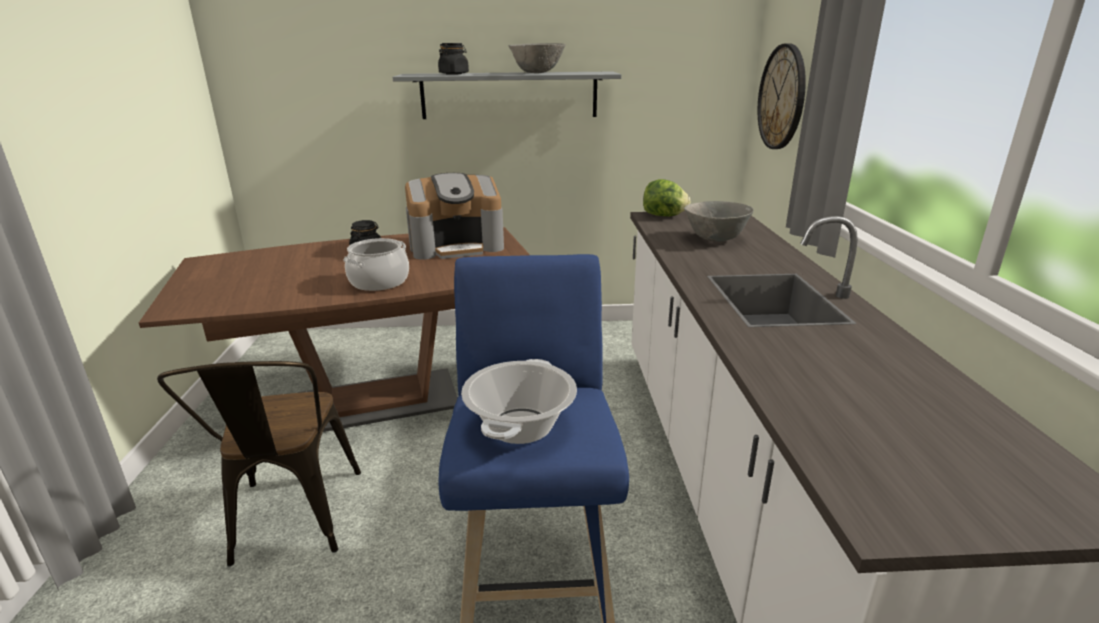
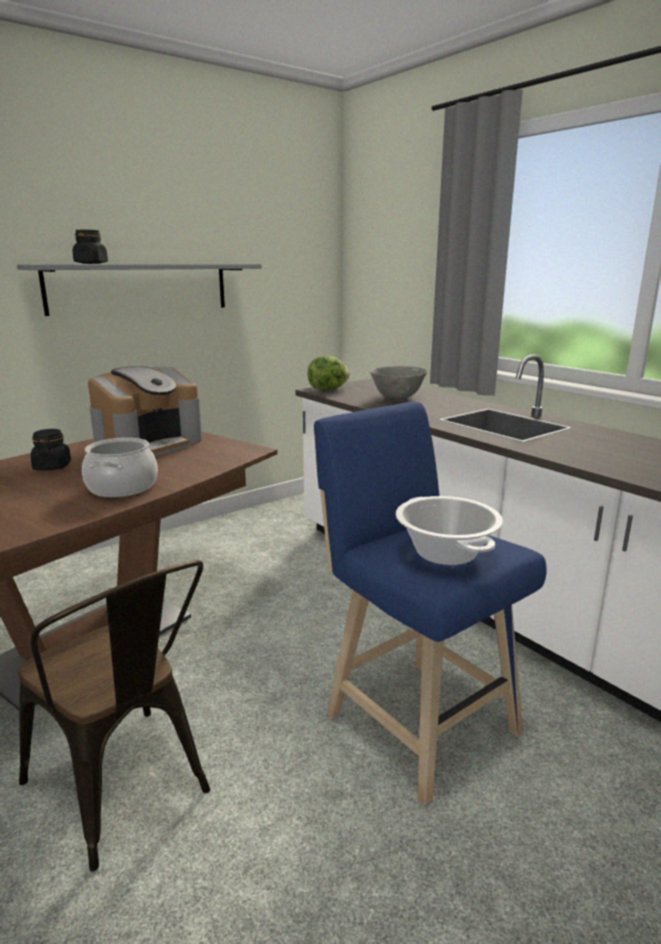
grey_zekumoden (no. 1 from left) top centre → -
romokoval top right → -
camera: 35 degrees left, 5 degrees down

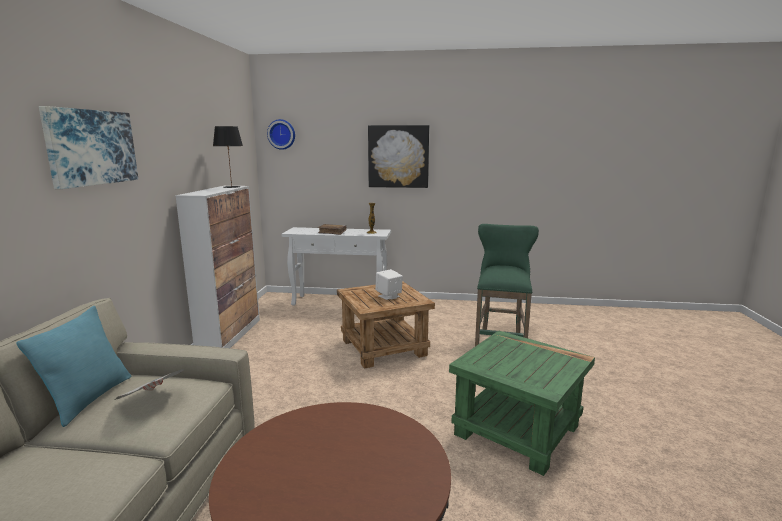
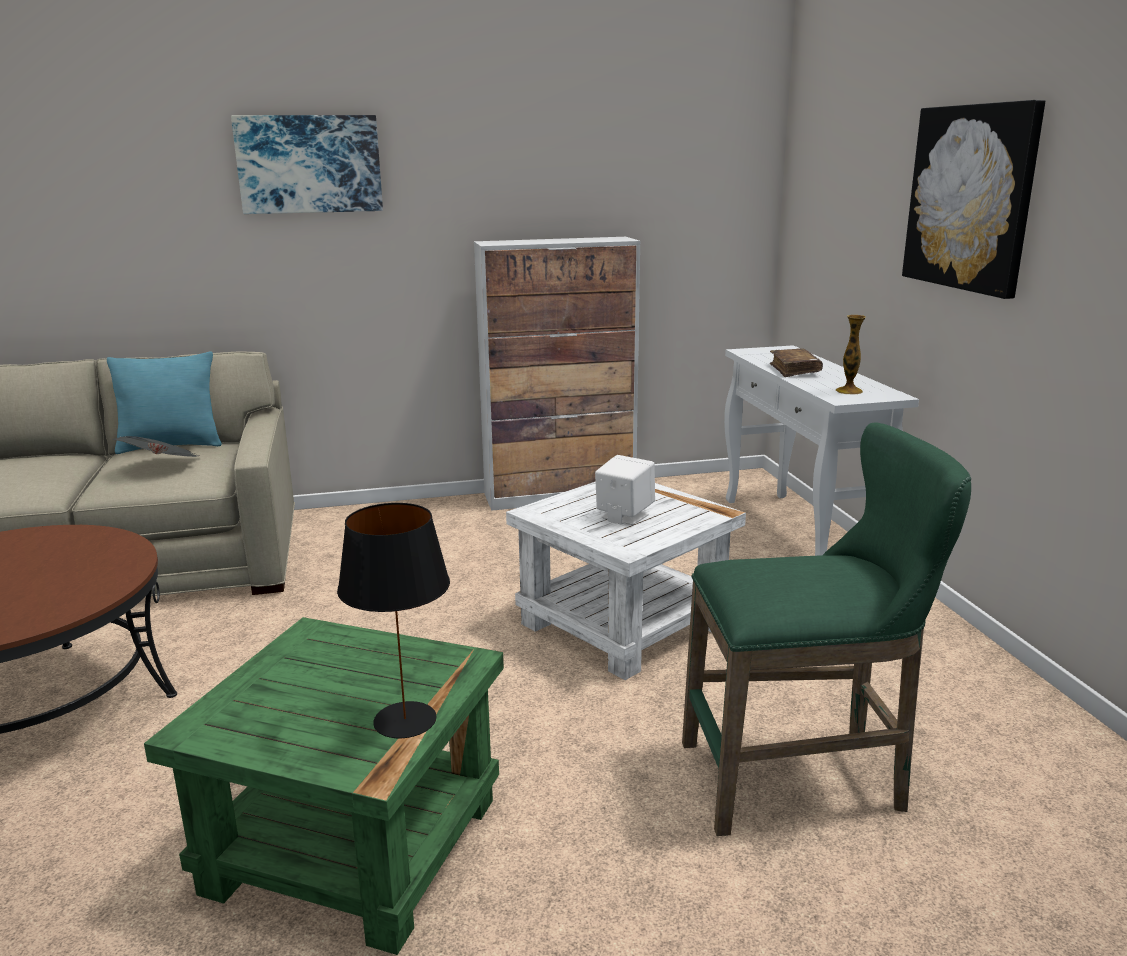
romokoval top centre → -
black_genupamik top left → black_genupamik centre, shifted
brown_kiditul centre → white_kiditul centre
camera: 70 degrees right, 5 degrees up

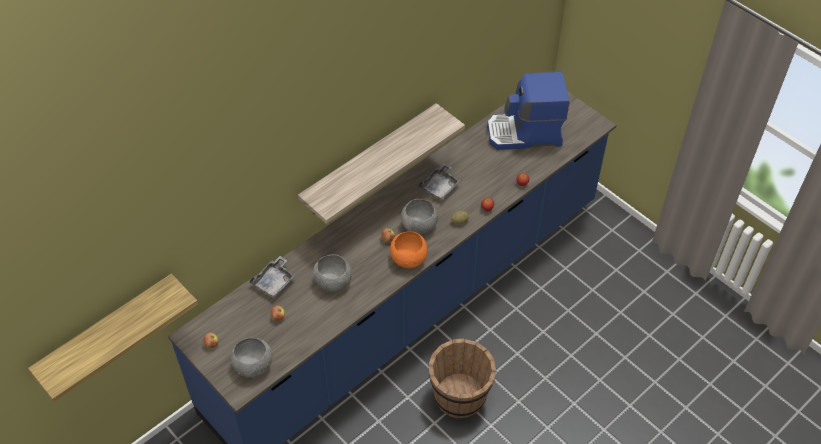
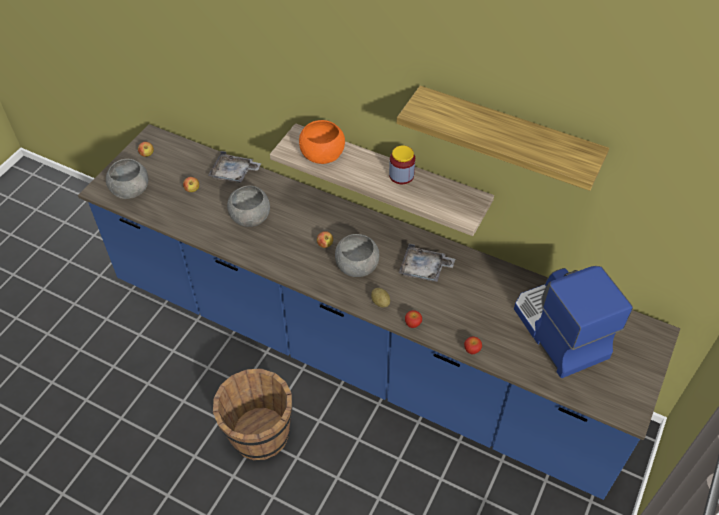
- → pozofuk top centre
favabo (no. 1 from left in the first image) bottom left → favabo (no. 2 from left) top right, shifted
orange_zekumoden centre → orange_zekumoden top centre, shifted
camera: 70 degrees right, 0 degrees up

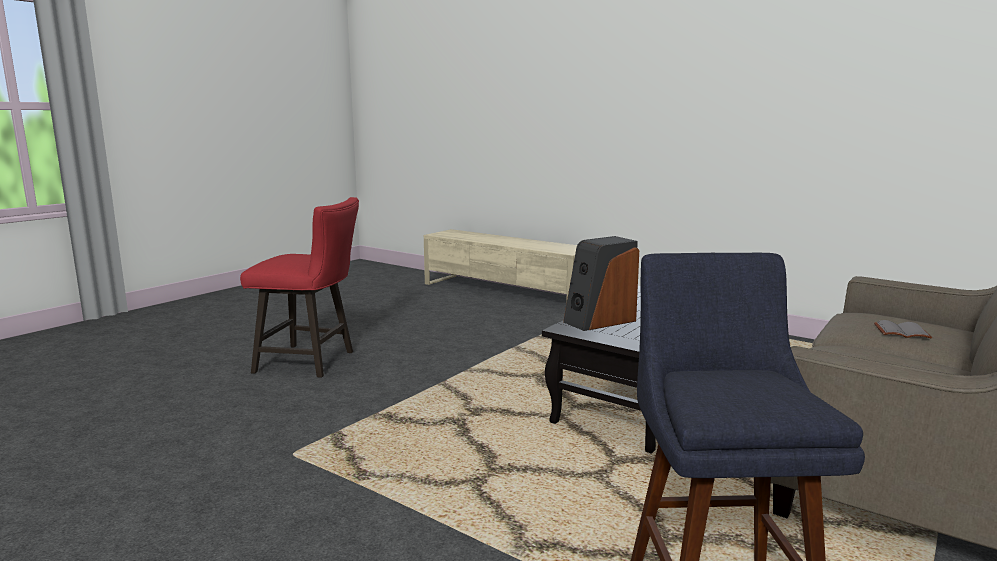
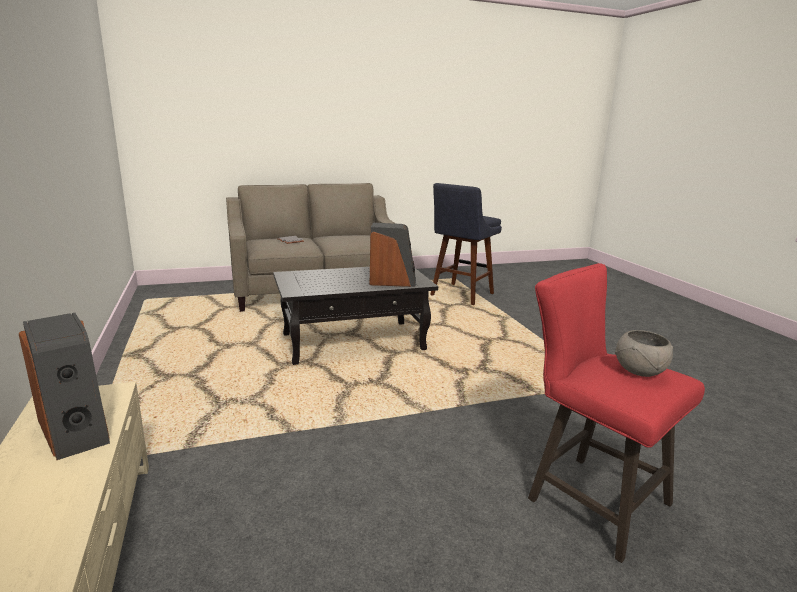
- → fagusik (no. 1 from left) middle left
- → grey_zekumoden middle right
camera: 145 degrees left, 5 degrees up

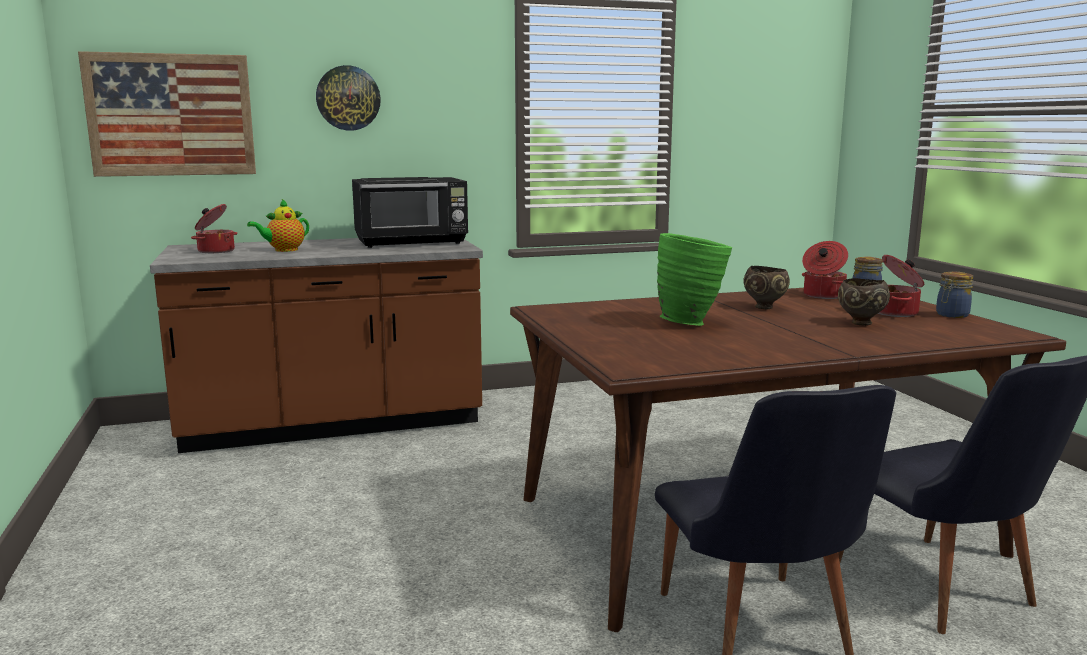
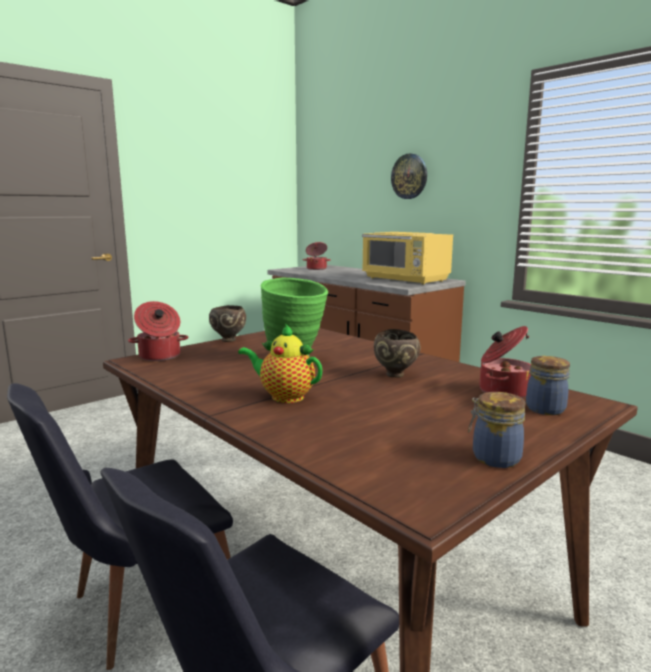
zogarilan top left → -
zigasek middle left → zigasek centre, shifted
brown_zekumoden (no. 2 from left in the first image) middle right → brown_zekumoden (no. 1 from left) centre, shifted
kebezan (no. 3 from left in the first image) middle right → kebezan (no. 1 from left) middle left, shifted
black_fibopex top centre → yellow_fibopex centre
camera: 65 degrees right, 0 degrees up

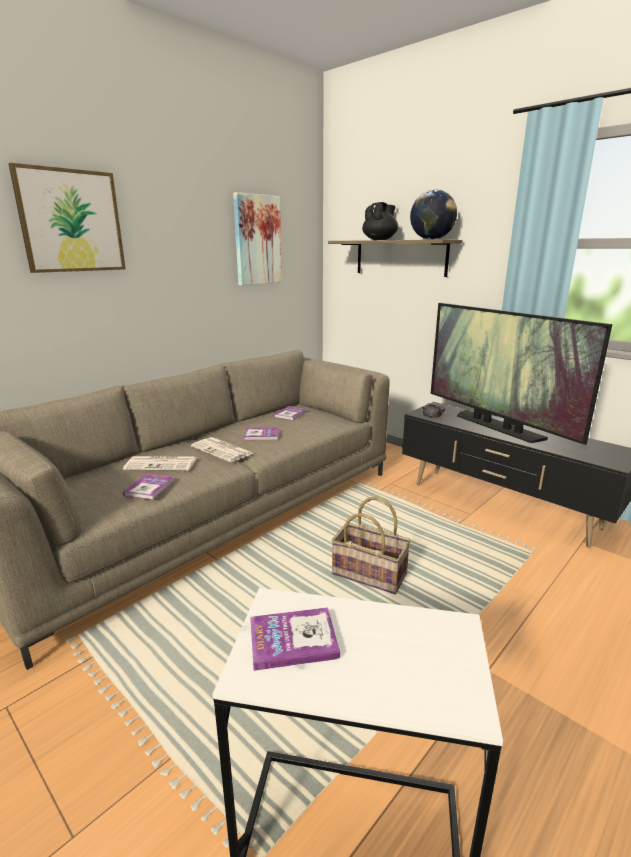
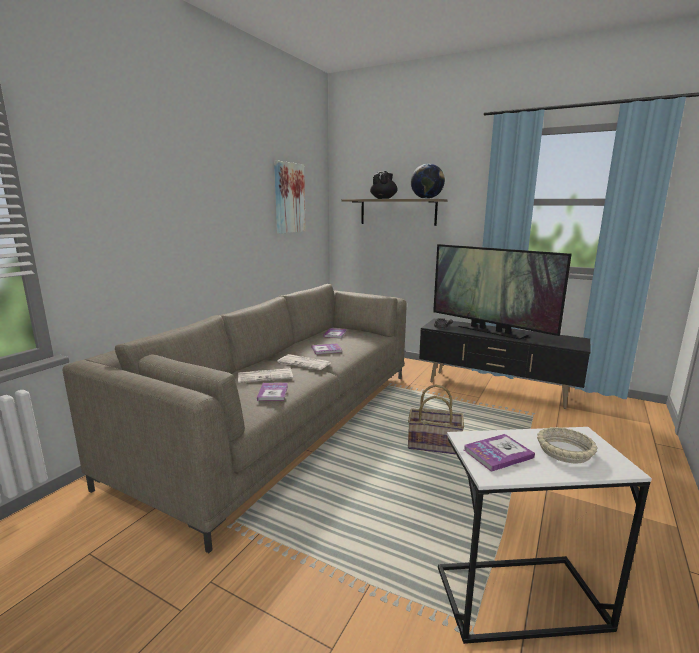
zogarilan (no. 1 from left) top left → -
- → beige_zekumoden bottom right
camera: 15 degrees left, 5 degrees down

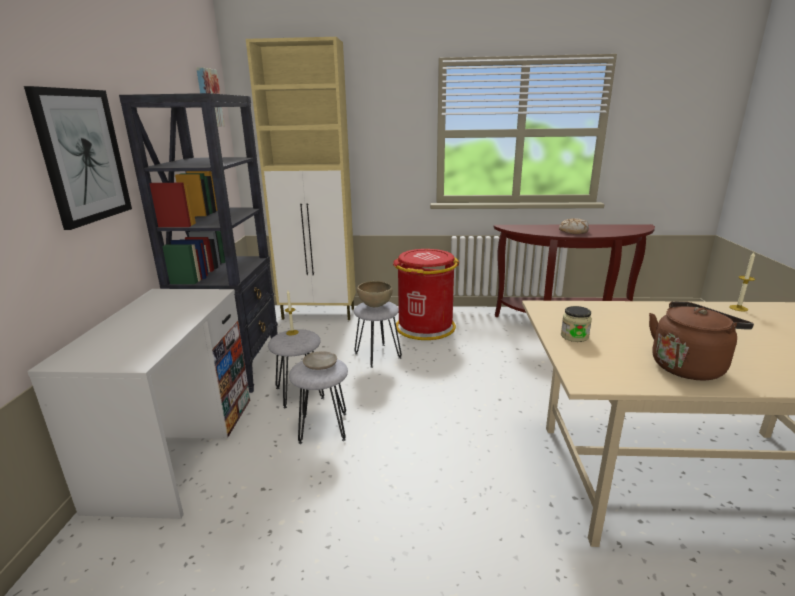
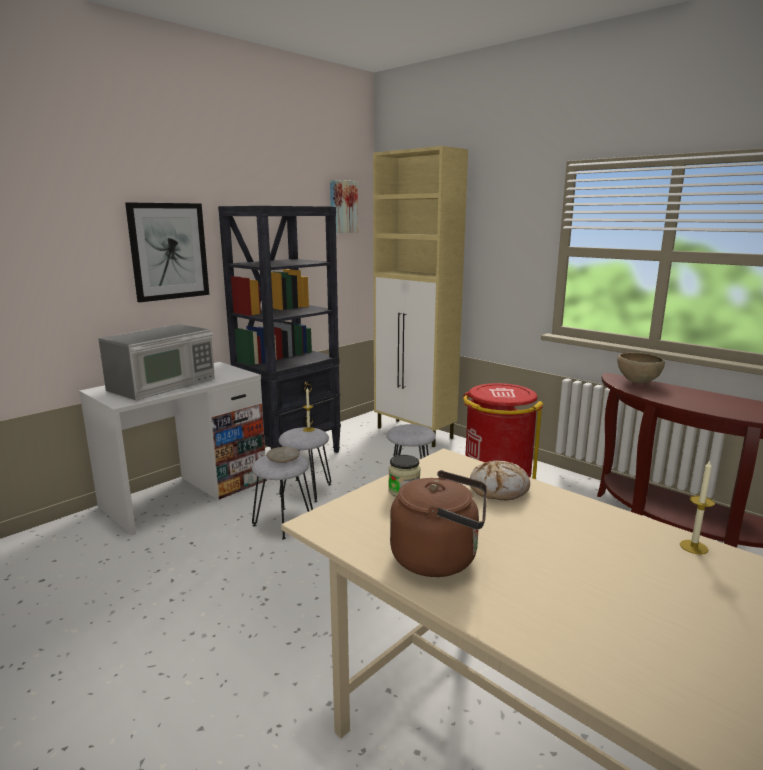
- → fibopex middle left
brown_zekumoden centre → brown_zekumoden middle right, shifted
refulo middle right → refulo centre, shifted
camera: 40 degrees right, 5 degrees down

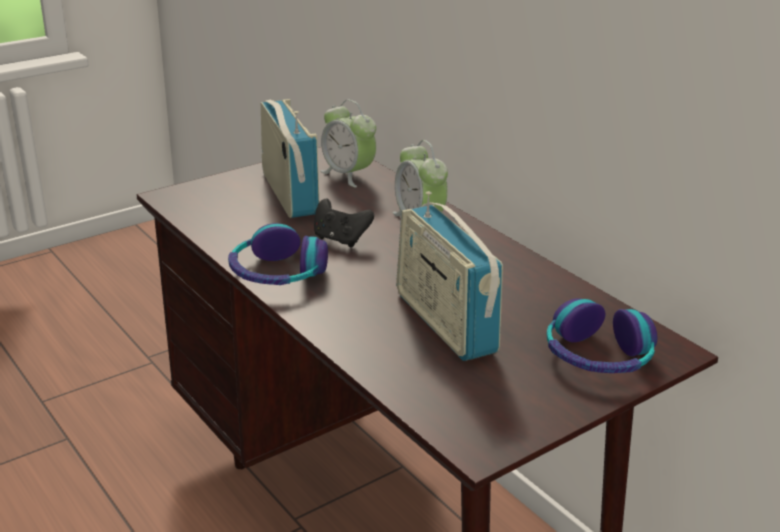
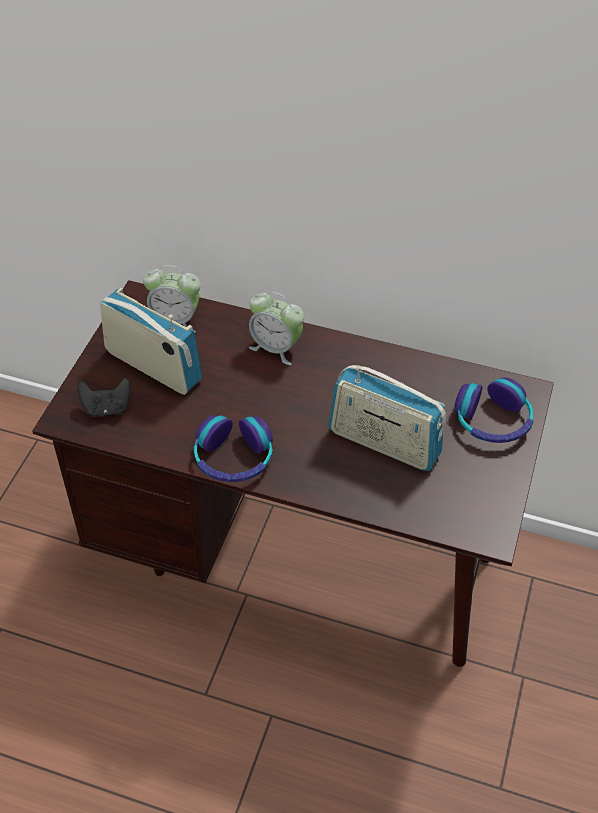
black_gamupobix centre → black_gamupobix middle left, shifted
camera: 35 degrees left, 20 degrees up

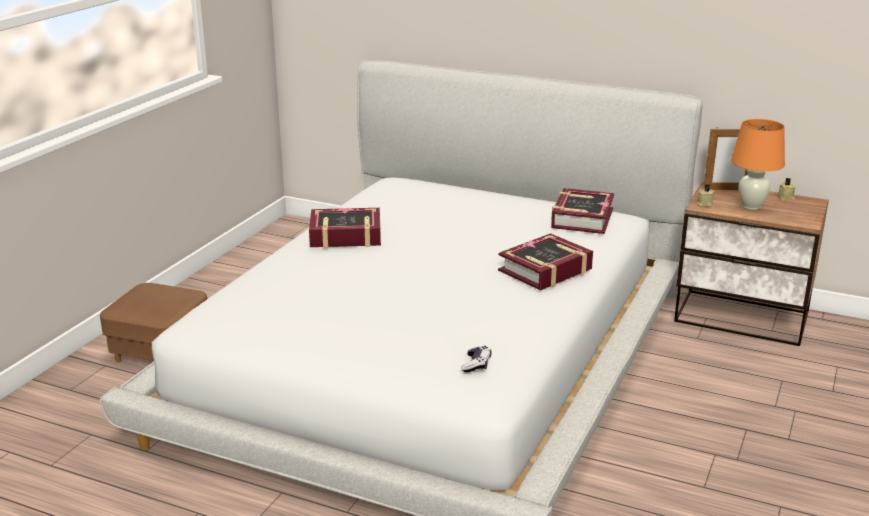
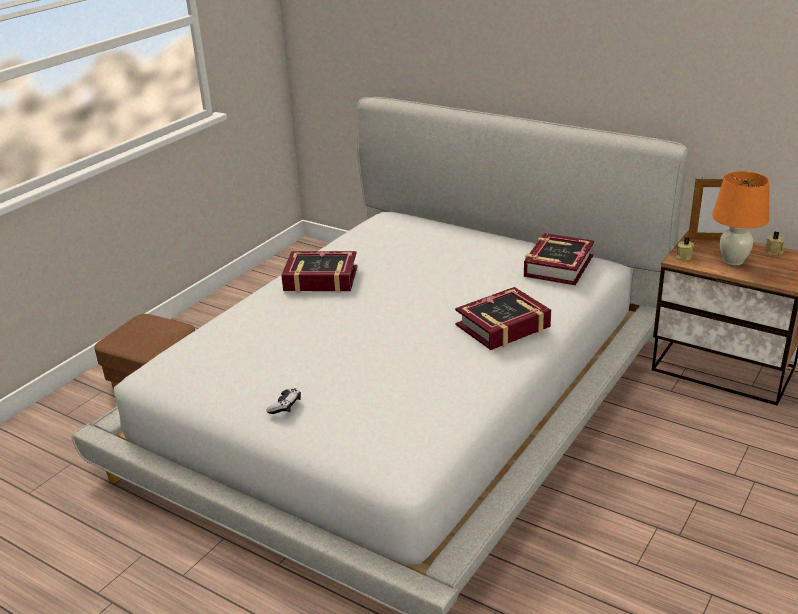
gamupobix bottom centre → gamupobix centre, shifted
camera: 10 degrees right, 5 degrees up

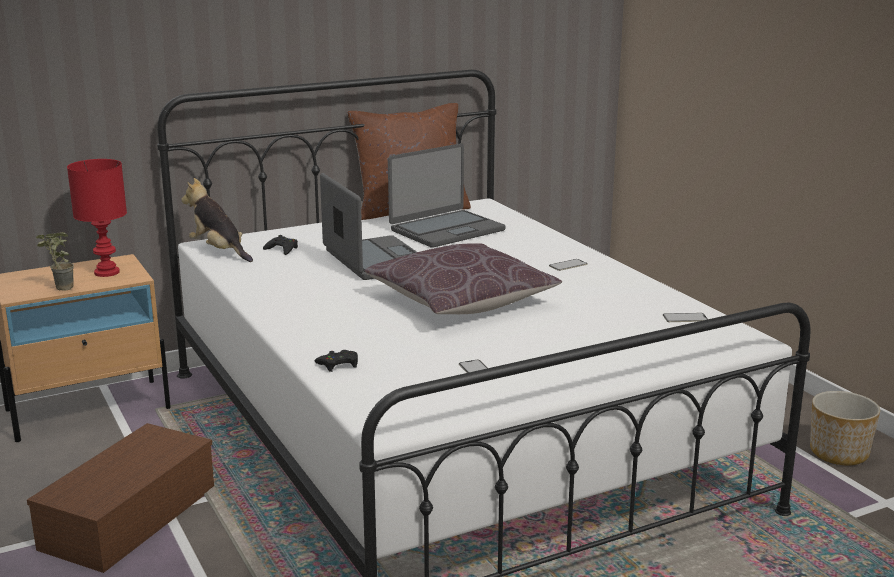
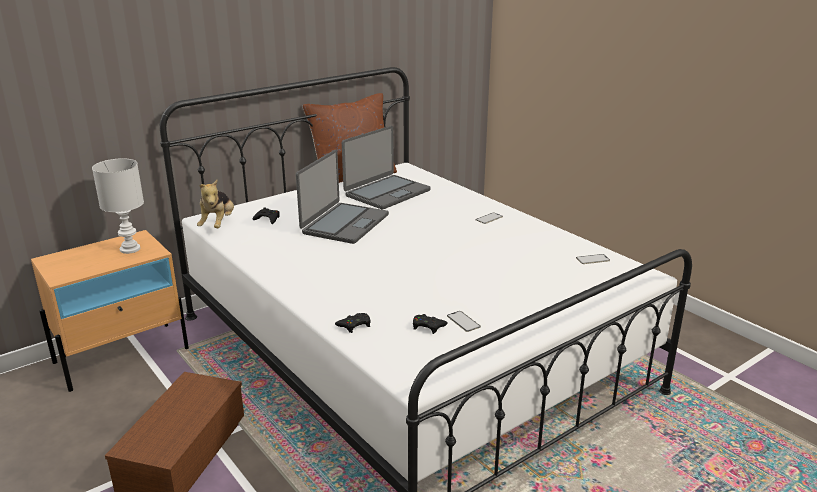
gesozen middle left → -
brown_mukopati (no. 2 from left) centre → -
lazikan bottom right → -
- → black_gamupobix (no. 3 from left) centre
red_genupamik middle left → white_genupamik middle left
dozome middle left, 120 degrees counterclockwise
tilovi (no. 1 from left) centre, 60 degrees clockwise
camera: 10 degrees left, 5 degrees up

